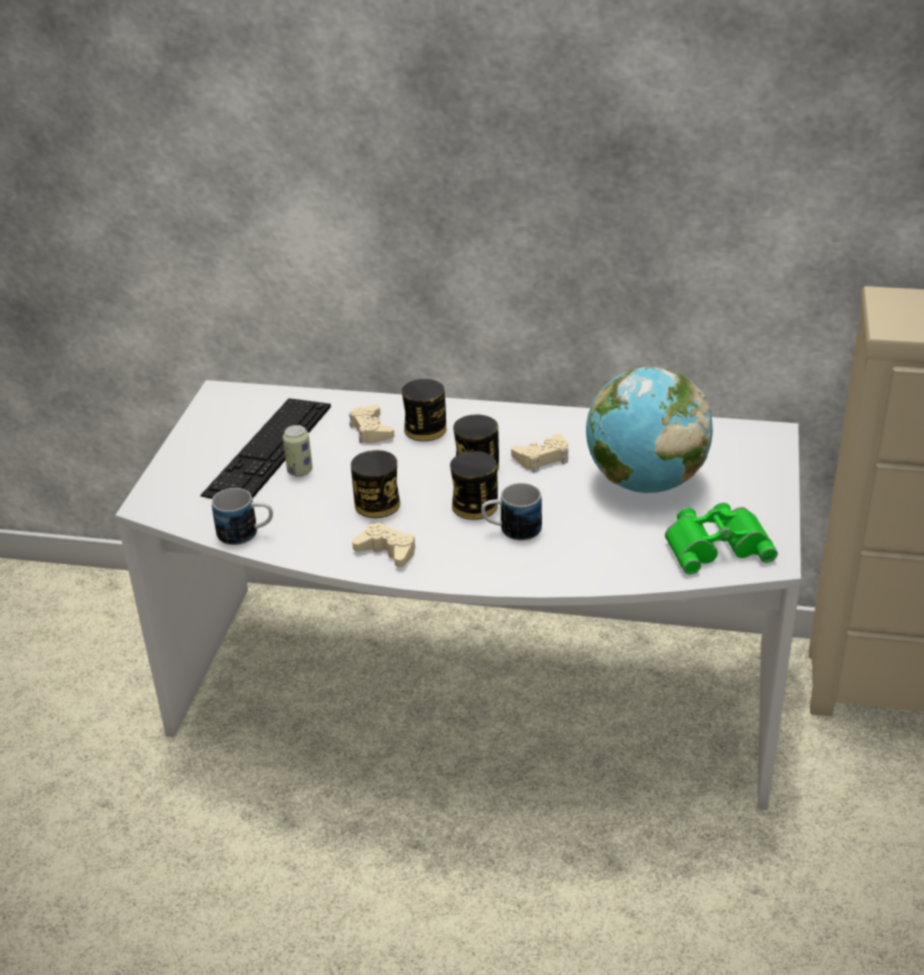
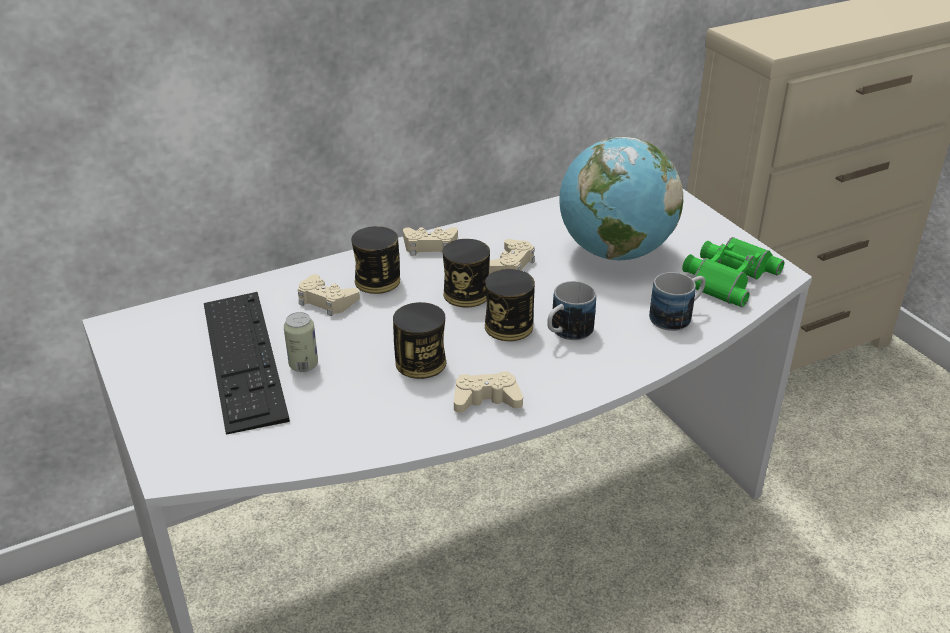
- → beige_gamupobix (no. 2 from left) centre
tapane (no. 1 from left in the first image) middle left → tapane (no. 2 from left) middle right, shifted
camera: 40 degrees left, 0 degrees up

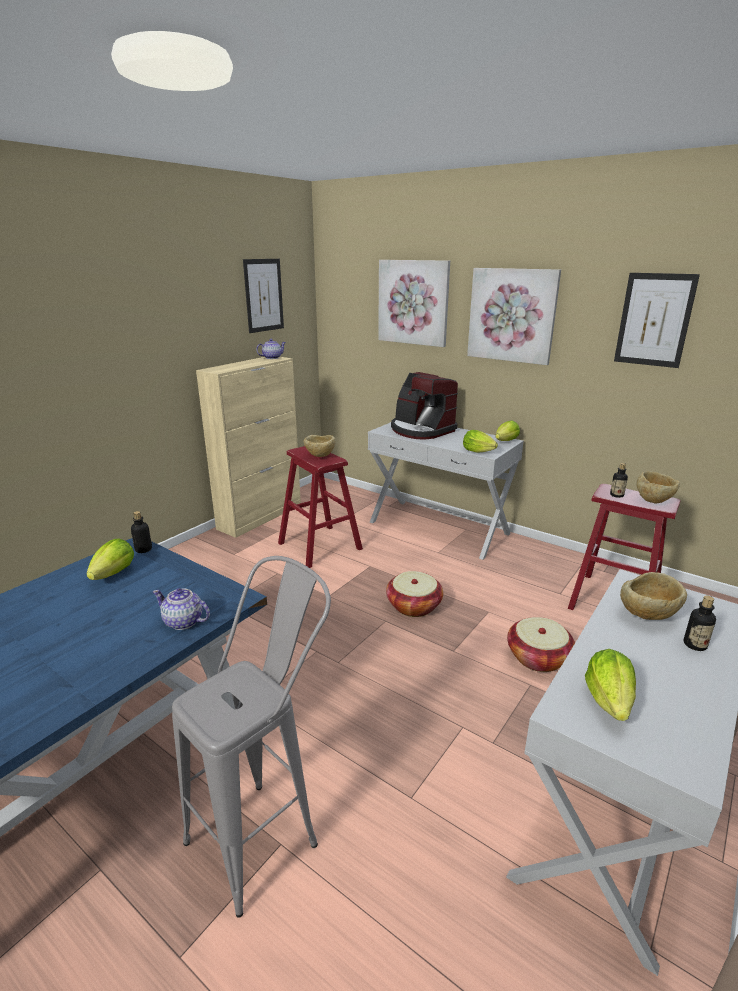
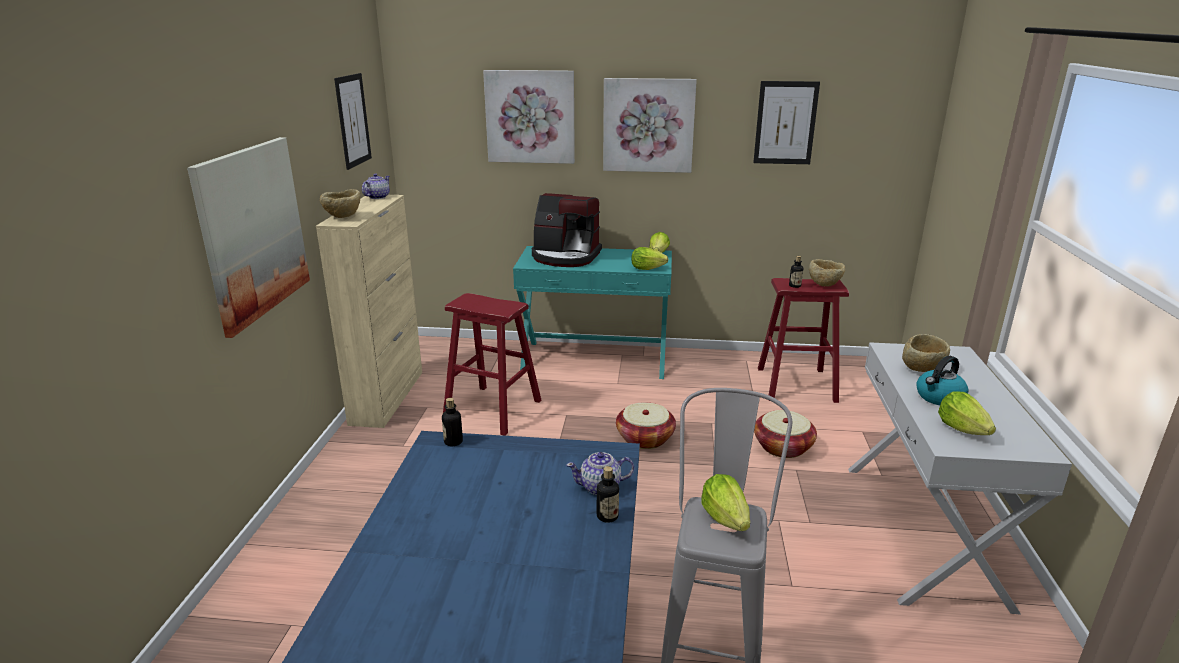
- → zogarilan (no. 1 from left) middle left
- → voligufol middle right
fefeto (no. 1 from left in the first image) middle left → fefeto (no. 3 from left) bottom centre, shifted
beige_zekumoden (no. 1 from left) centre → beige_zekumoden (no. 1 from left) top left, shifted
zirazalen (no. 3 from left in the first image) middle right → zirazalen (no. 2 from left) bottom centre, shifted
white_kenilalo (no. 1 from left) centre → turquoise_kenilalo centre
camera: 30 degrees left, 0 degrees up

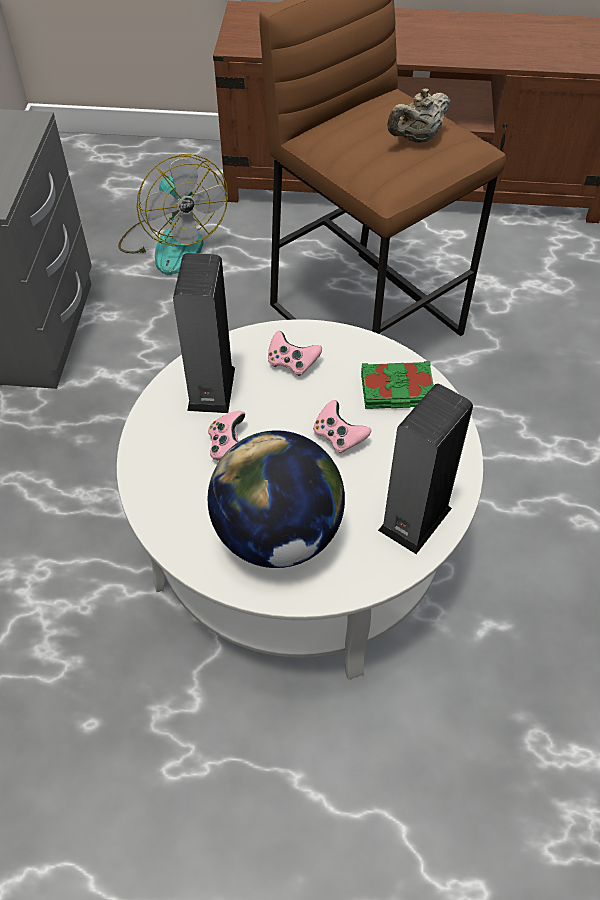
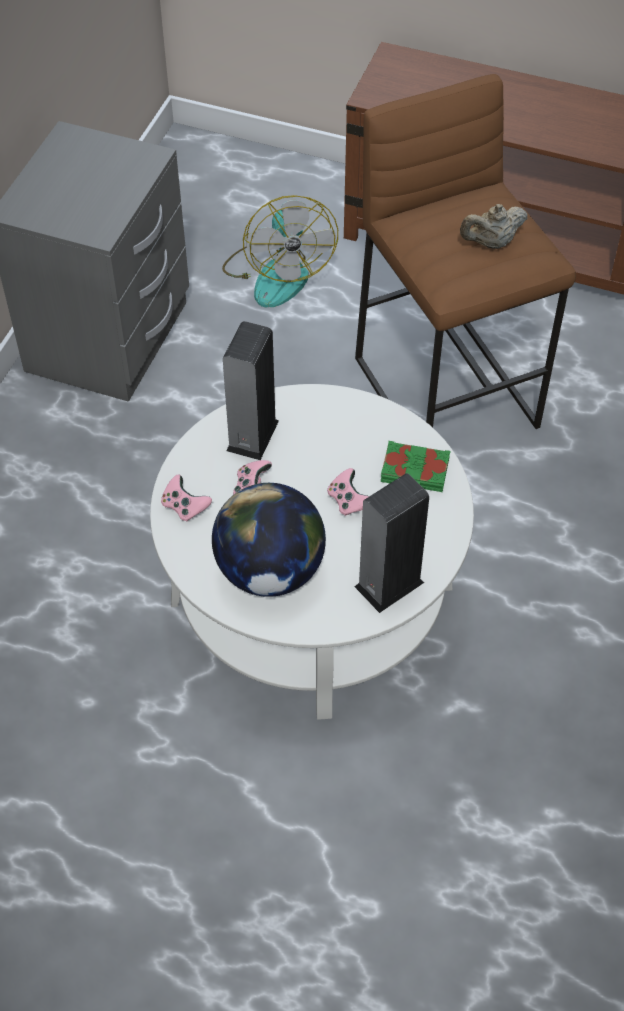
pink_gamupobix (no. 2 from left in the first image) centre → pink_gamupobix (no. 1 from left) middle left, shifted
camera: 15 degrees right, 0 degrees up

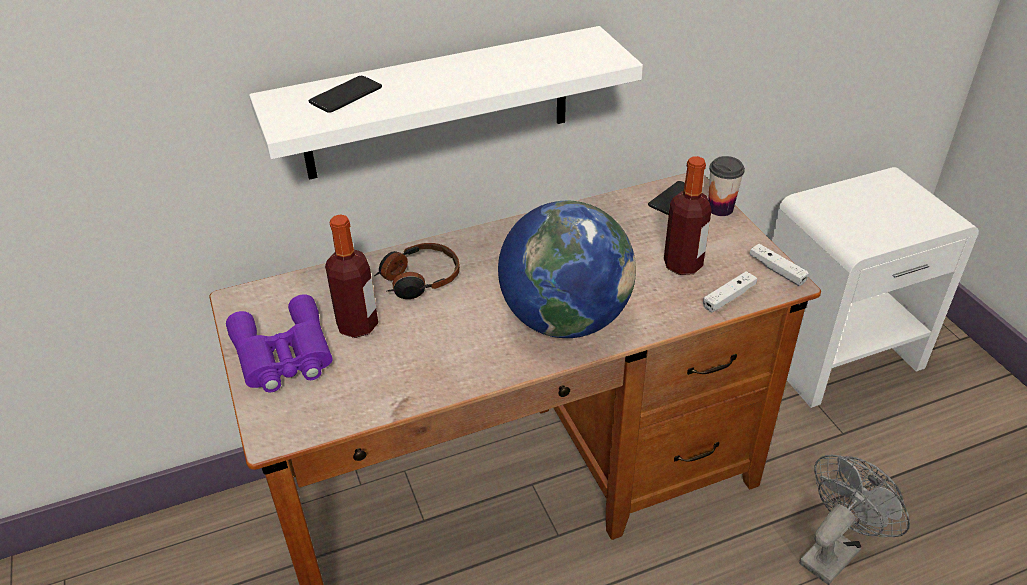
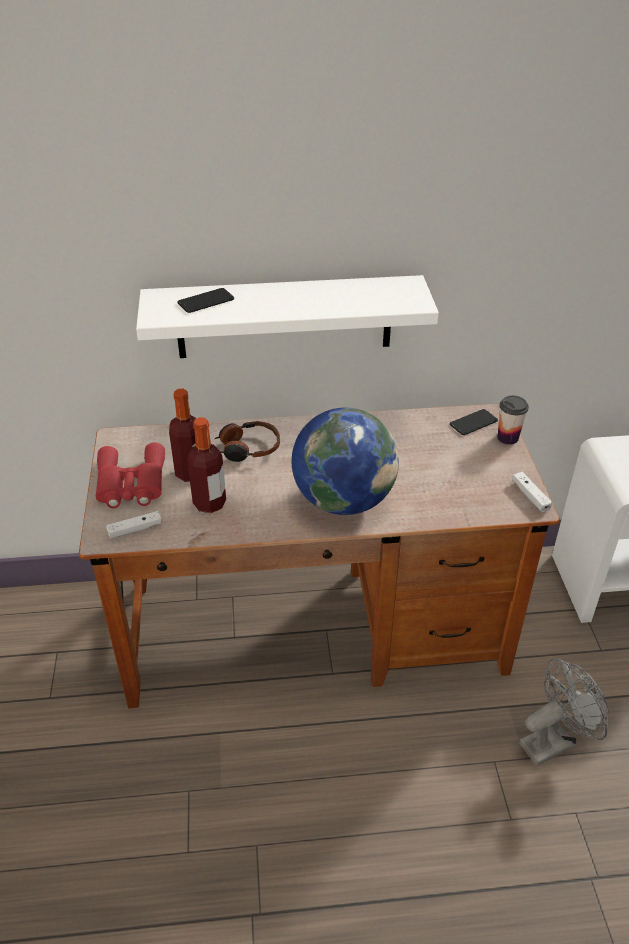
zirazalen (no. 2 from left) middle right → zirazalen (no. 2 from left) middle left, shifted
white_gamupobix (no. 1 from left) middle right → white_gamupobix (no. 1 from left) middle left, shifted
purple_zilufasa middle left → red_zilufasa middle left
camera: 15 degrees right, 0 degrees up

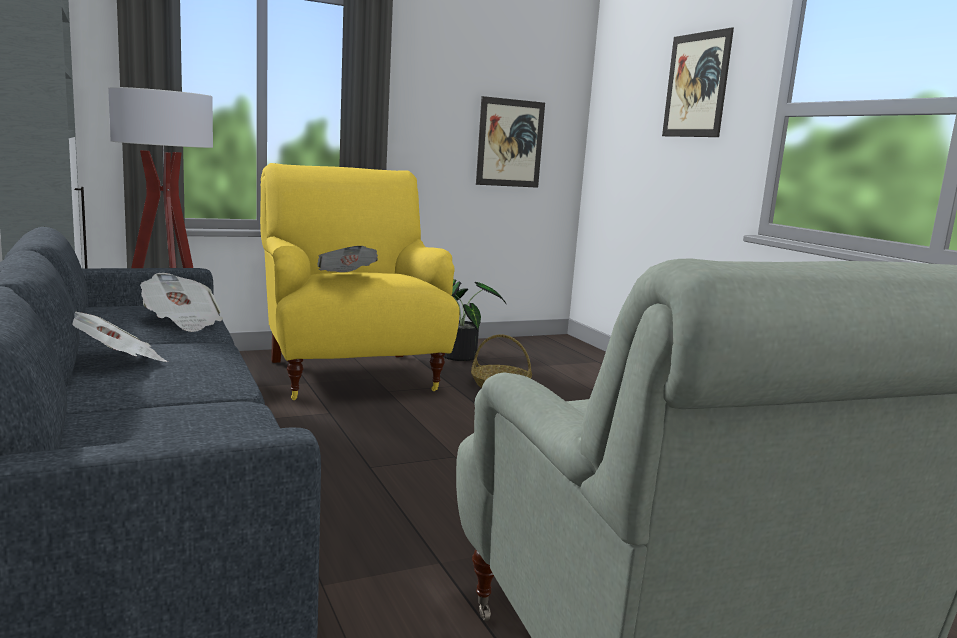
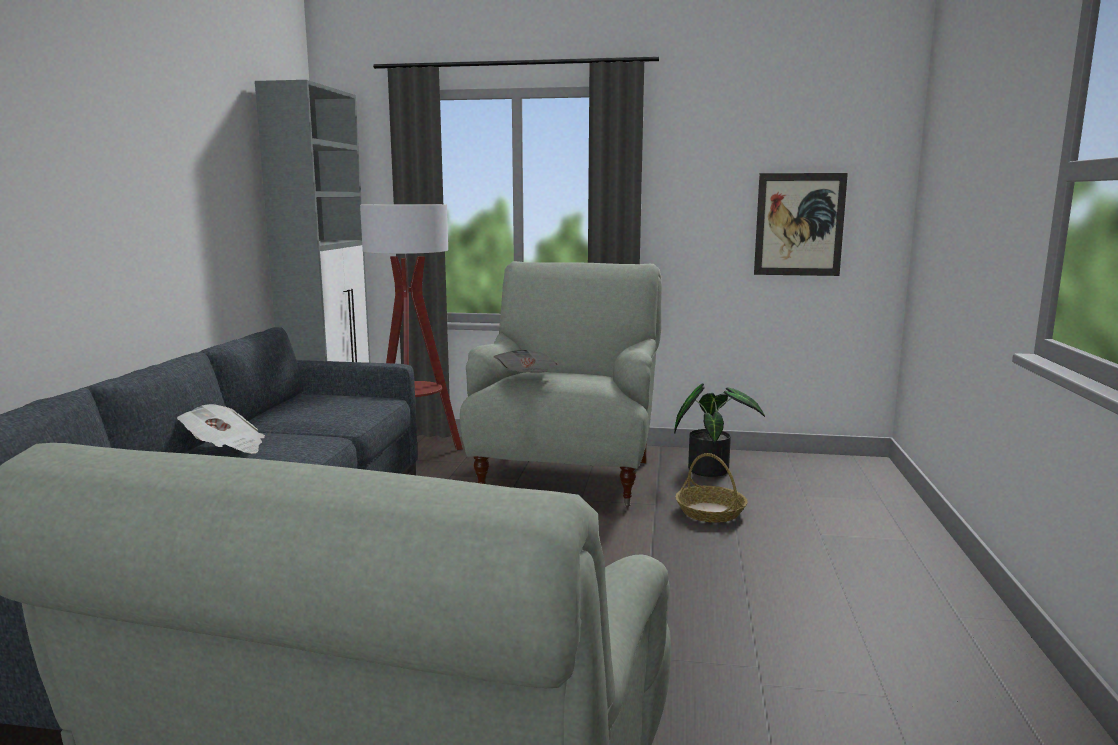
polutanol (no. 2 from left) middle left → -
zogarilan (no. 2 from left) top right → -
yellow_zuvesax centre → grey_zuvesax (no. 2 from left) centre
camera: 35 degrees right, 0 degrees up

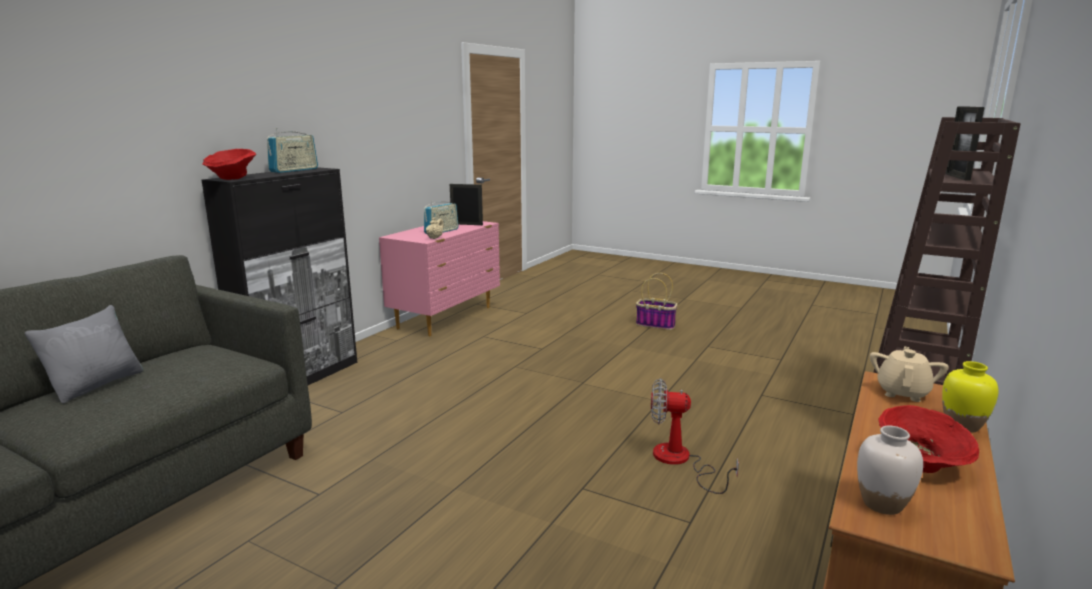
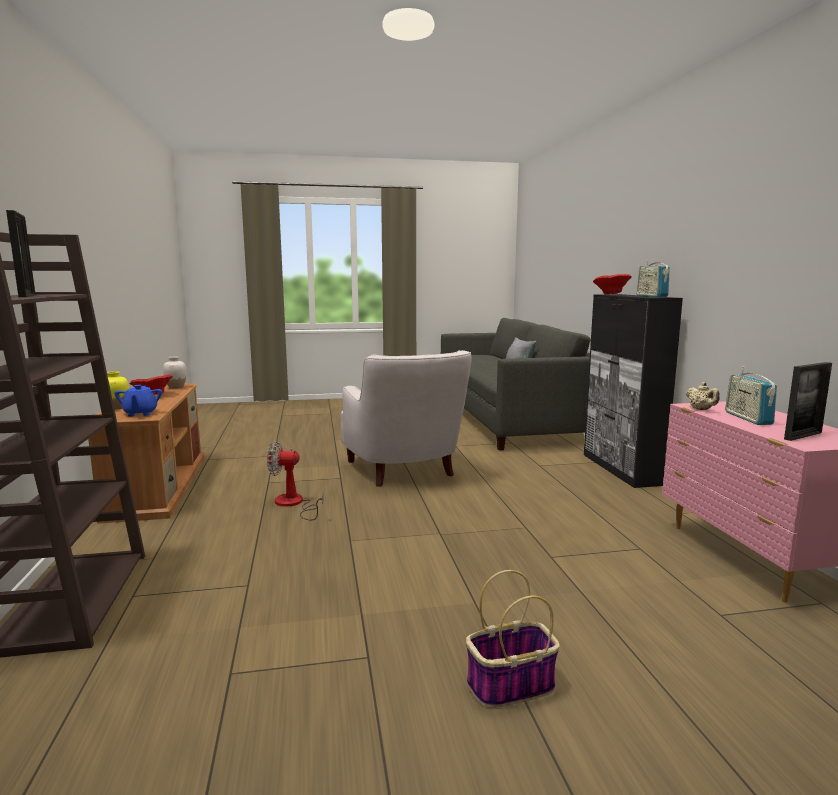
- → white_zuvesax centre
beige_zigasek (no. 2 from left) middle right → blue_zigasek middle left
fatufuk bottom centre → fatufuk centre, 150 degrees counterclockwise
camera: 140 degrees right, 5 degrees down

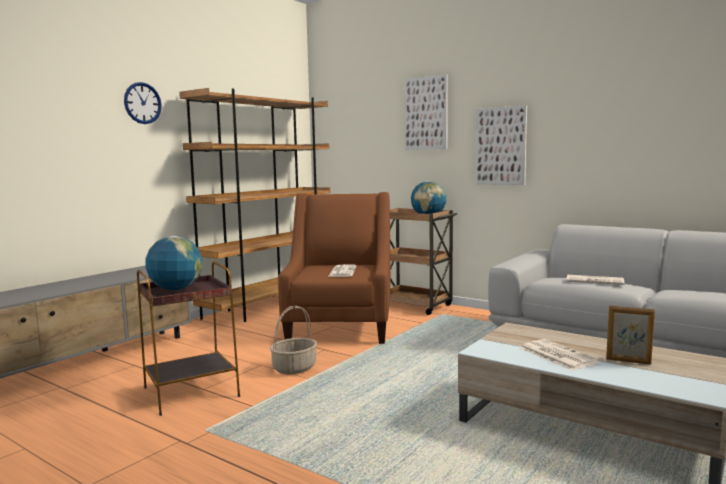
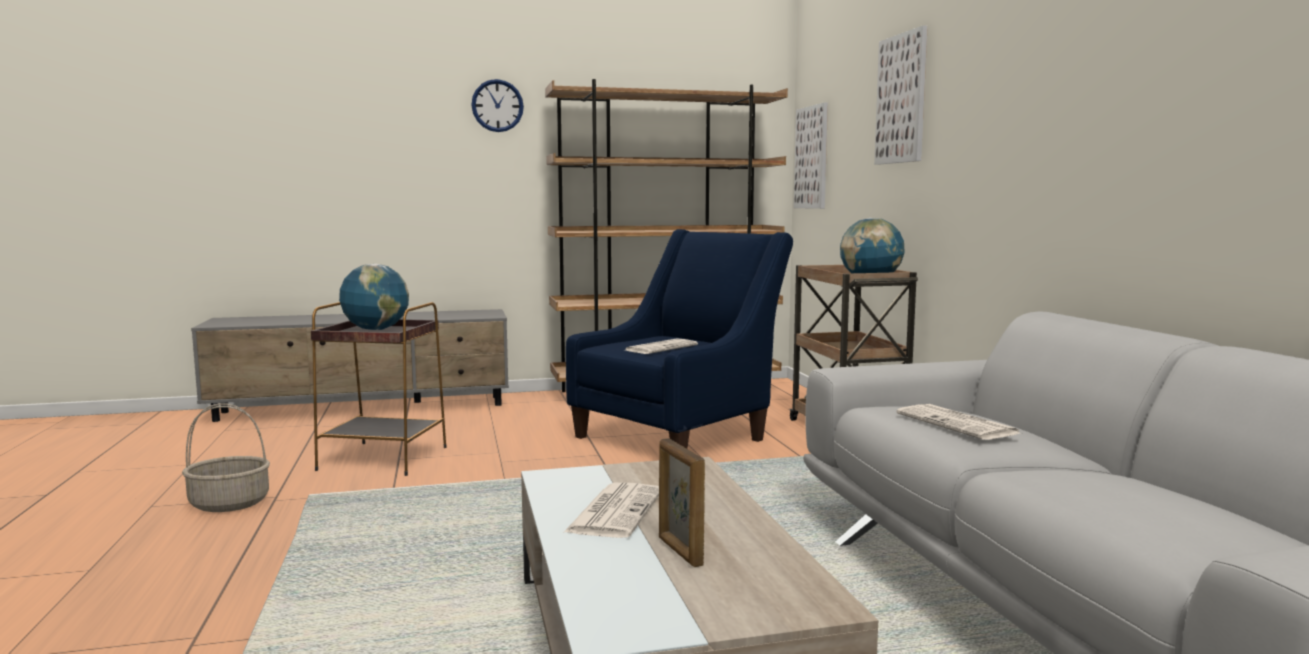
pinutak bottom centre → pinutak bottom left, shifted
zogarilan (no. 2 from left in the first image) top right → zogarilan (no. 1 from left) top centre, shifted
brown_zuvesax centre → blue_zuvesax centre
camera: 40 degrees right, 0 degrees up

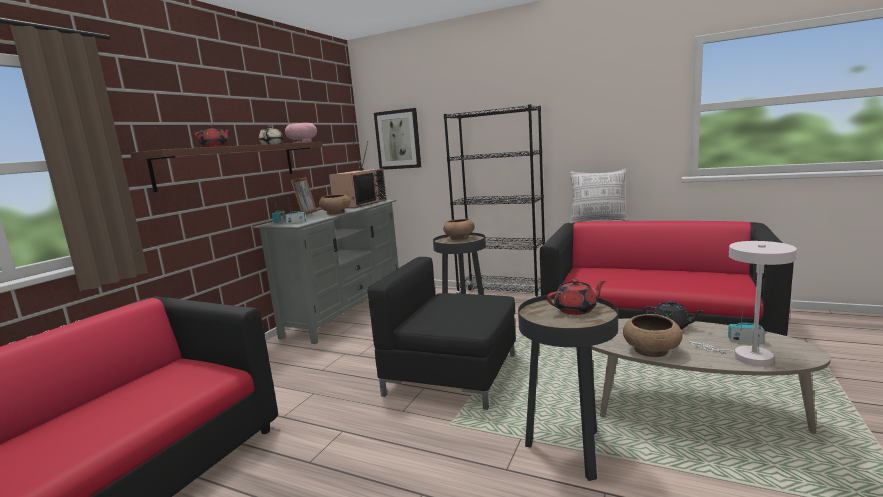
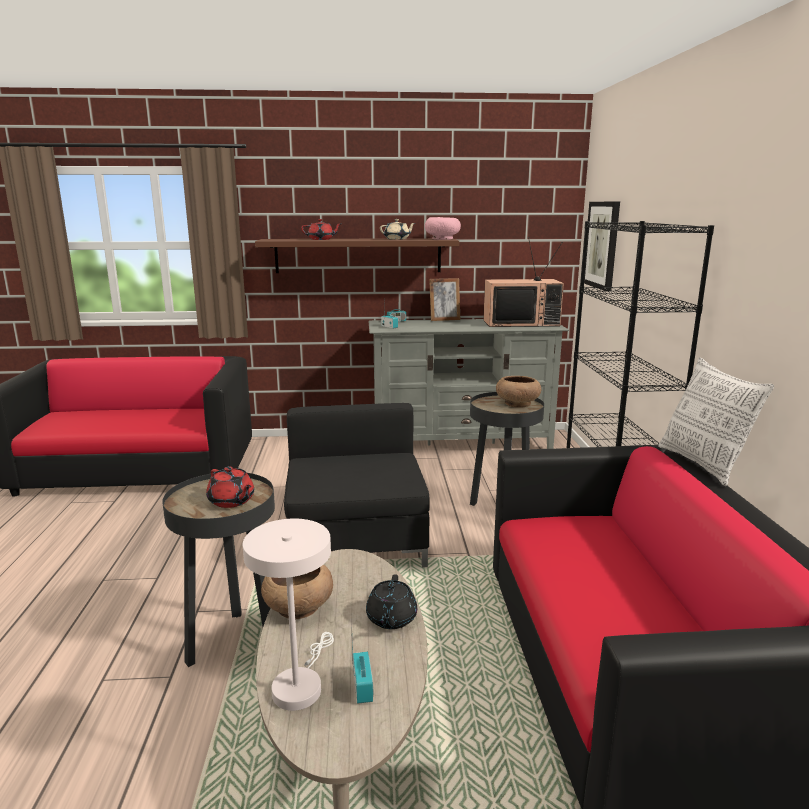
brown_zekumoden (no. 1 from left) centre → -
camera: 60 degrees right, 5 degrees up

